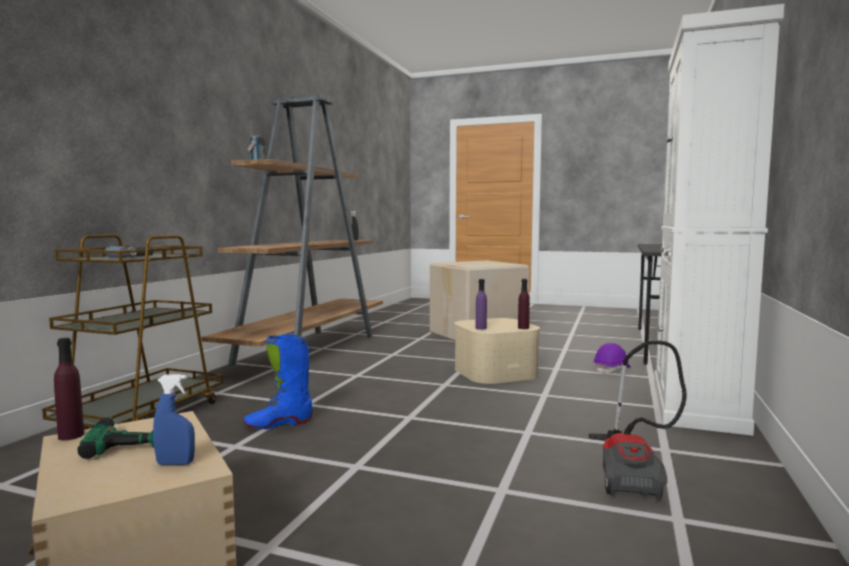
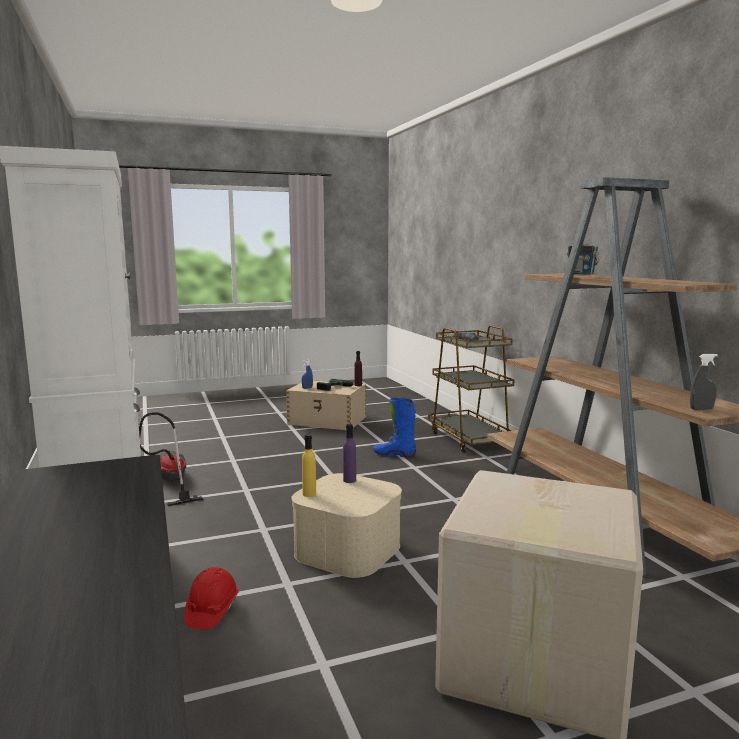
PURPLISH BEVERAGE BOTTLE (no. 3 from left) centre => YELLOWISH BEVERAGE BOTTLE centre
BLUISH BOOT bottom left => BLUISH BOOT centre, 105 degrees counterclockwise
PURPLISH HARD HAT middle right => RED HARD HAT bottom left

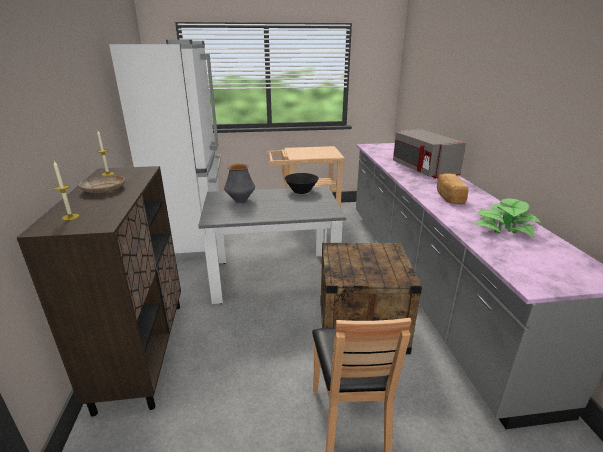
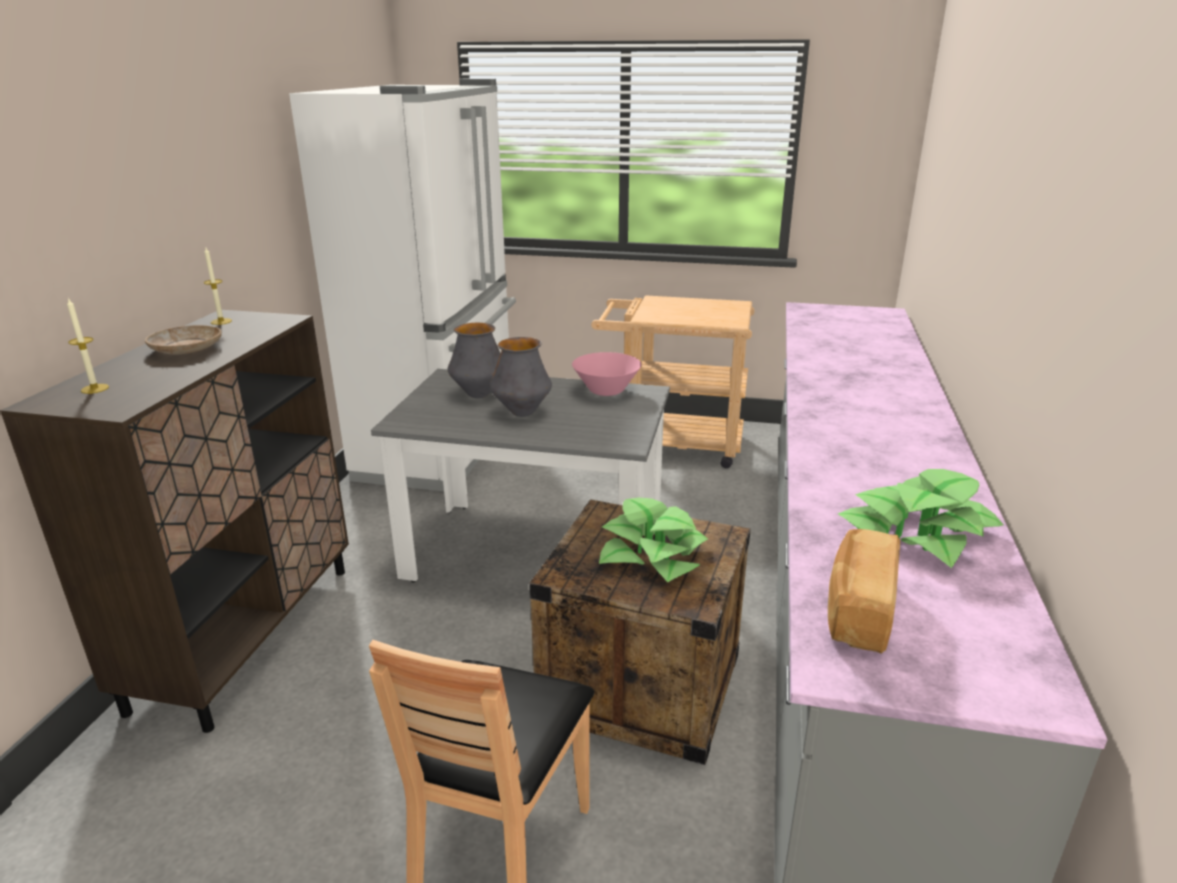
GRAY MICROWAVE OVEN middle right => nothing
BLACKISH SERVING BOWL centre => PINK-COLOURED SERVING BOWL centre
BREAD middle right => BREAD bottom right, shifted
nothing => DECORATIVE VASE (no. 2 from left) centre
nothing => HOUSEPLANT (no. 1 from left) centre

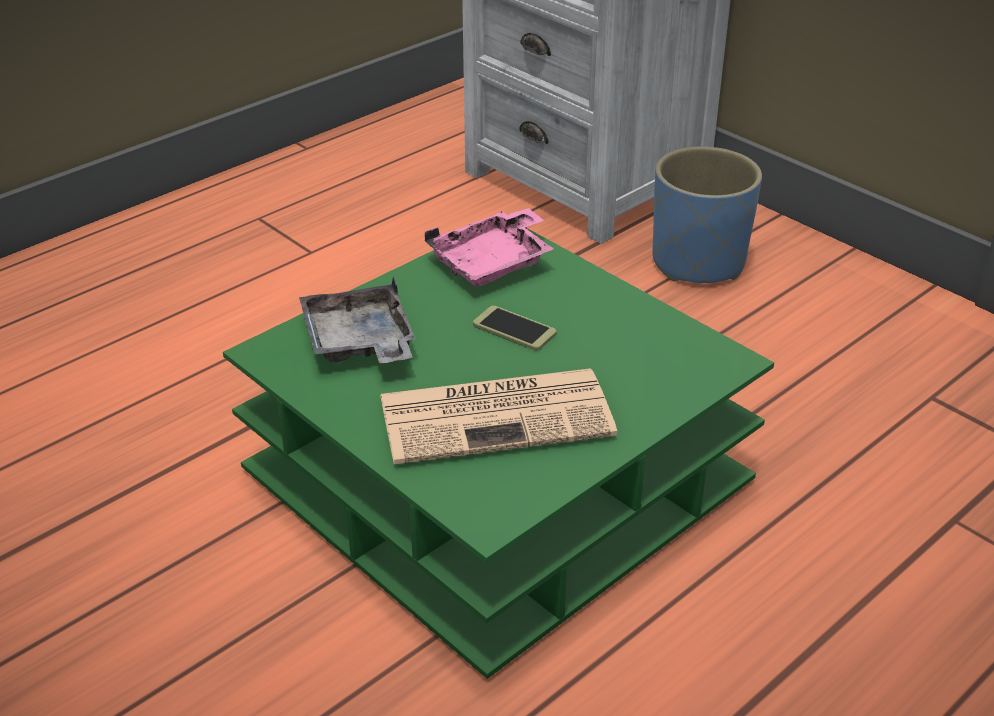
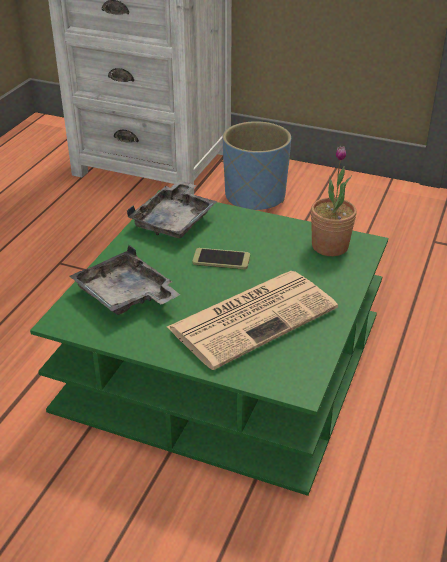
PINK-COLOURED CARRYING TRAY centre => GRAY CARRYING TRAY (no. 2 from left) centre
nothing => HOUSEPLANT middle right

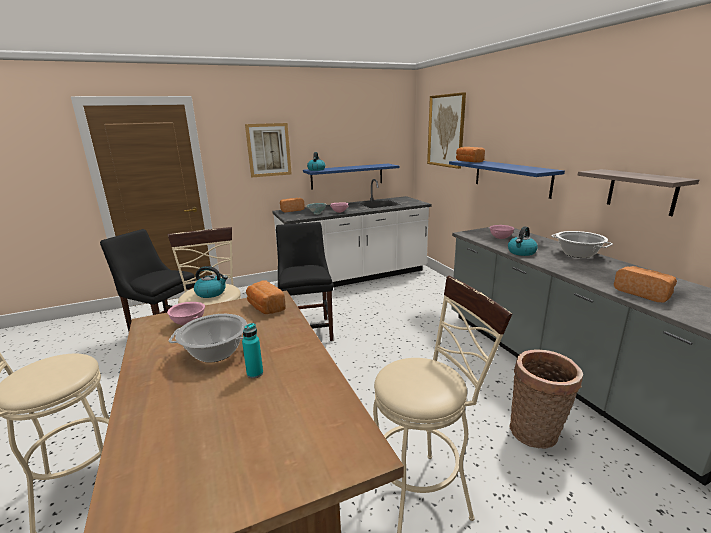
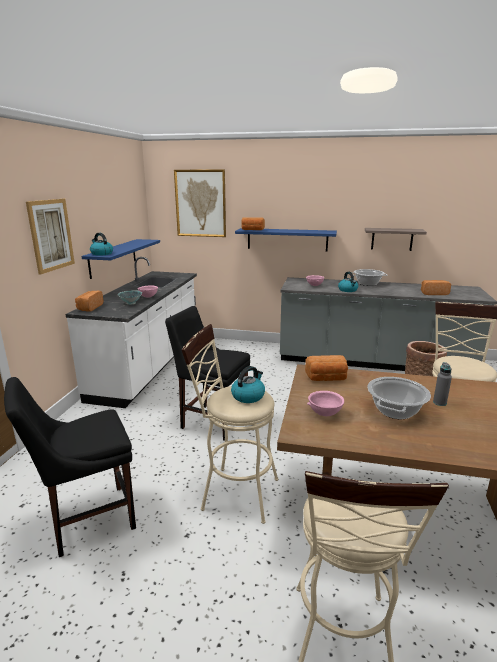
TURQUOISE BEVERAGE BOTTLE centre => GRAY BEVERAGE BOTTLE middle right

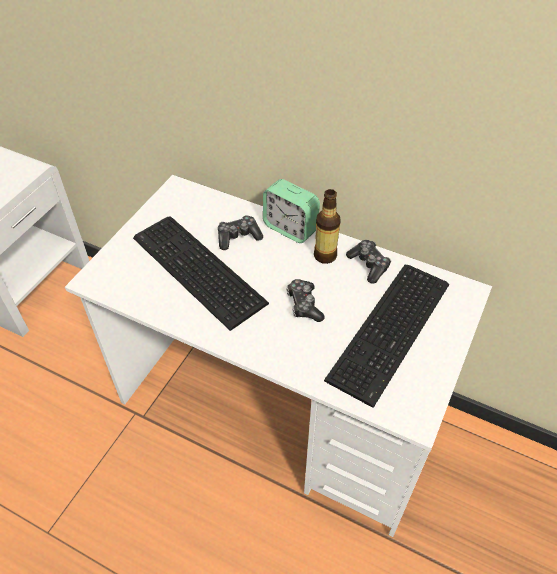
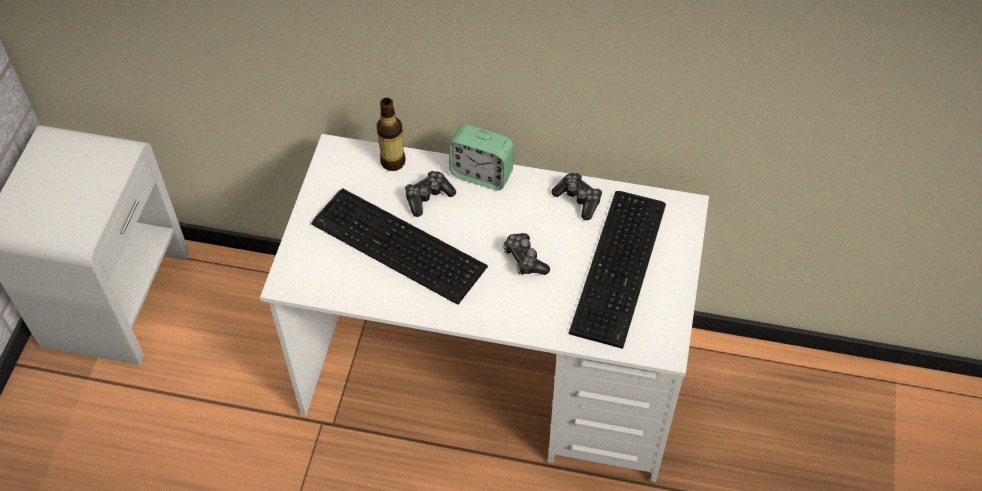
BEVERAGE BOTTLE centre => BEVERAGE BOTTLE top centre, shifted

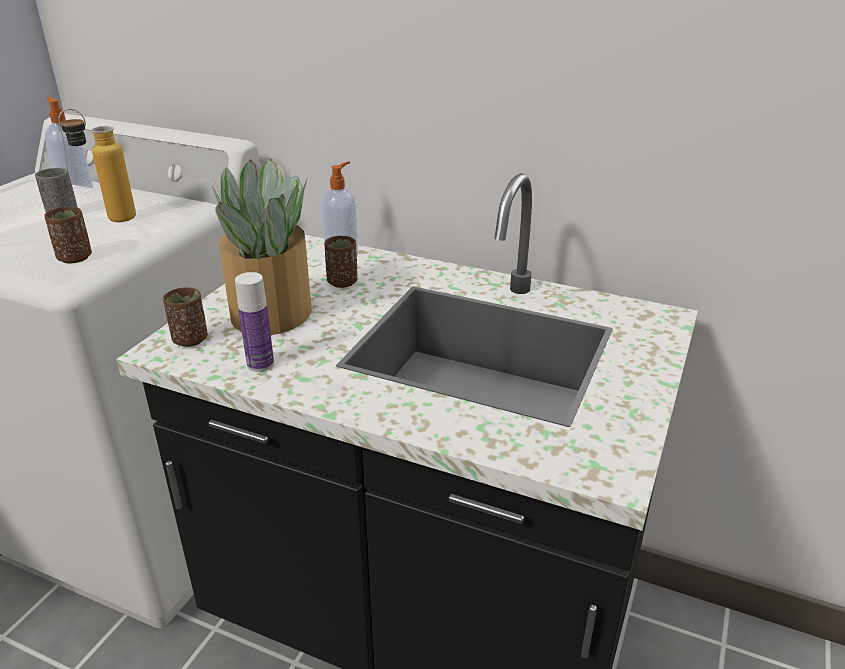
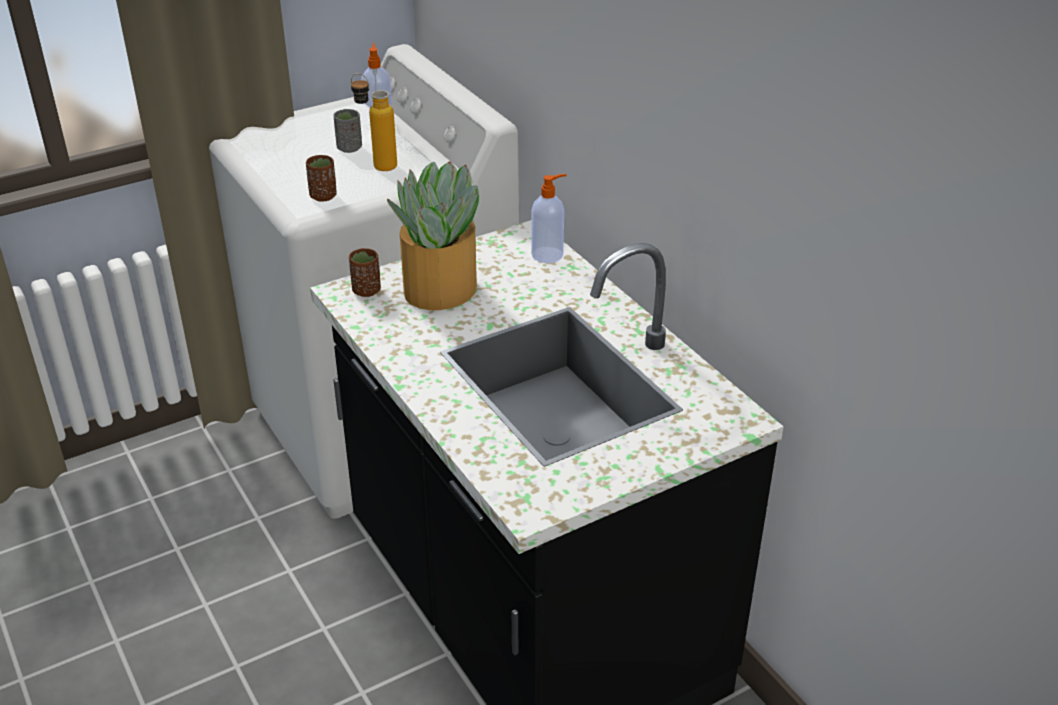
BROWN-COLOURED SMALL CUP (no. 3 from left) centre => nothing
BEVERAGE BOTTLE (no. 2 from left) middle left => nothing

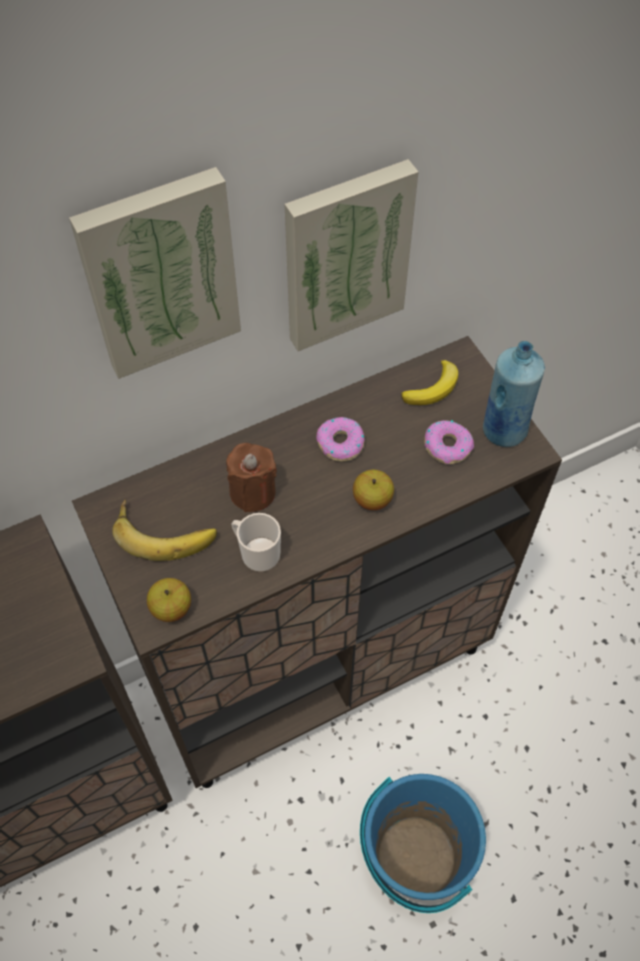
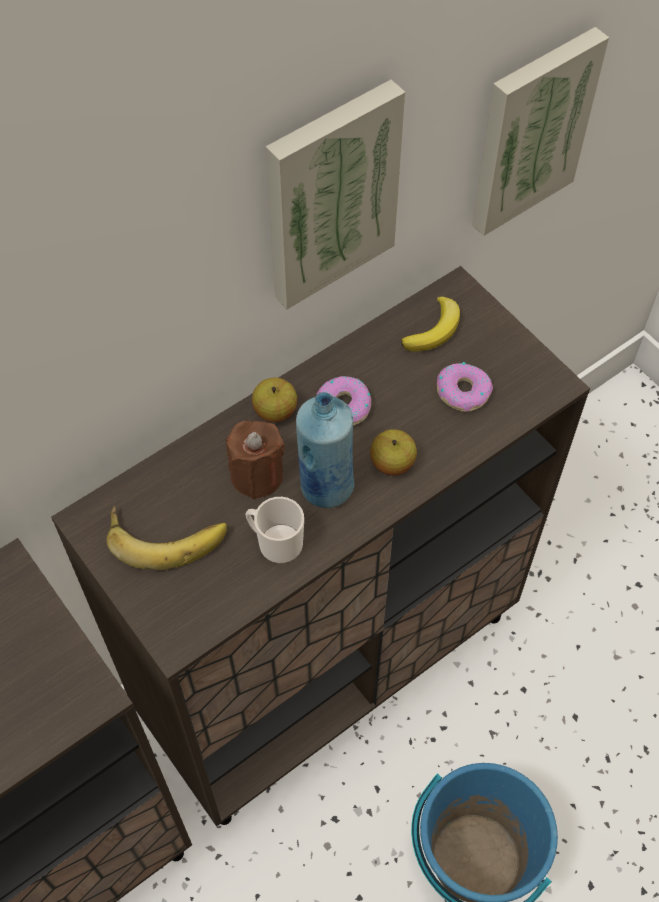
WALL ART (no. 1 from left in the first image) top left => WALL ART (no. 2 from left) top right, shifted
BLUISH BEVERAGE BOTTLE middle right => BLUISH BEVERAGE BOTTLE centre, shifted
APPLE (no. 1 from left) middle left => APPLE (no. 1 from left) centre, shifted

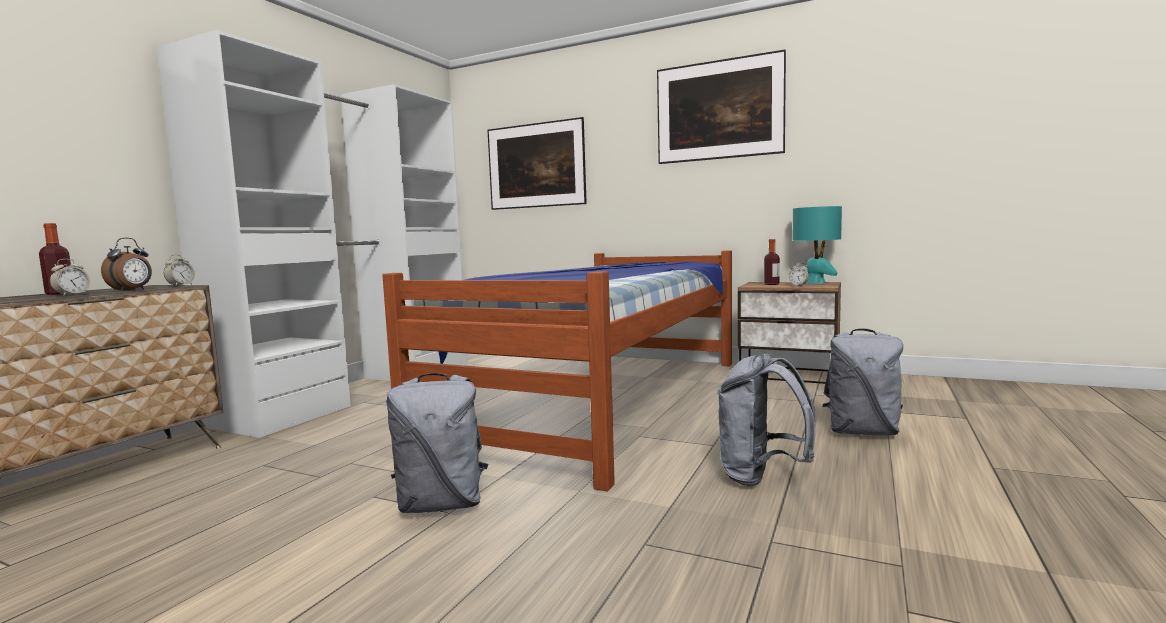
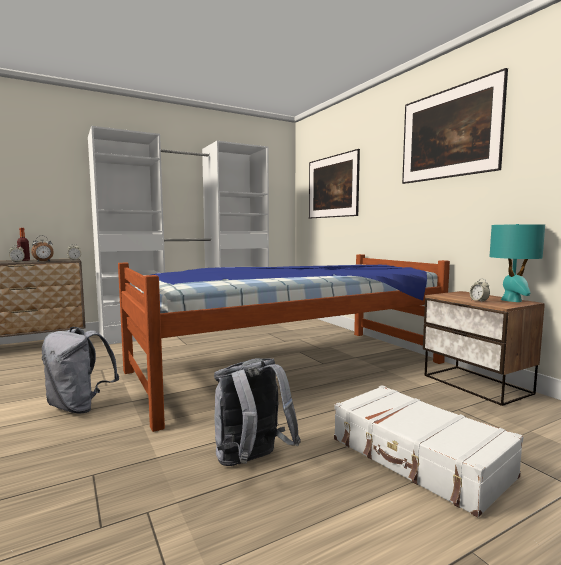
BEVERAGE BOTTLE (no. 2 from left) centre => nothing
GRAY KNAPSACK (no. 3 from left) middle right => WHITE SUITCASE bottom right

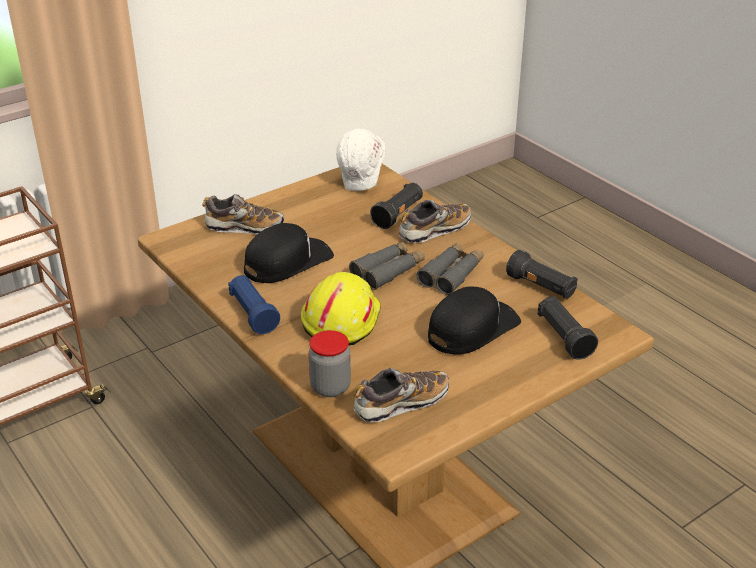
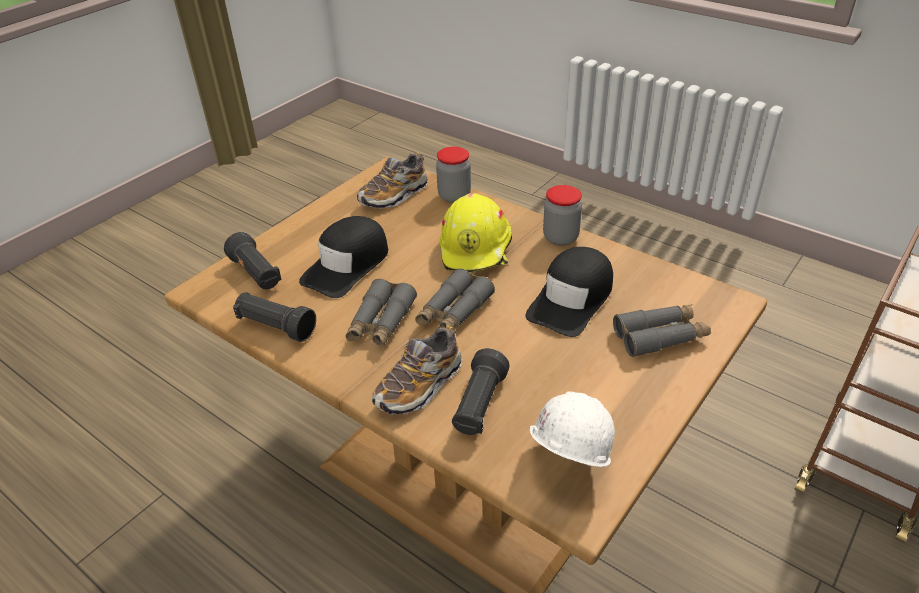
LOW SHOE (no. 1 from left) middle left => GRAY BINOCULARS (no. 3 from left) middle right
BLUISH HAND TORCH centre => PRESERVE JAR (no. 2 from left) centre

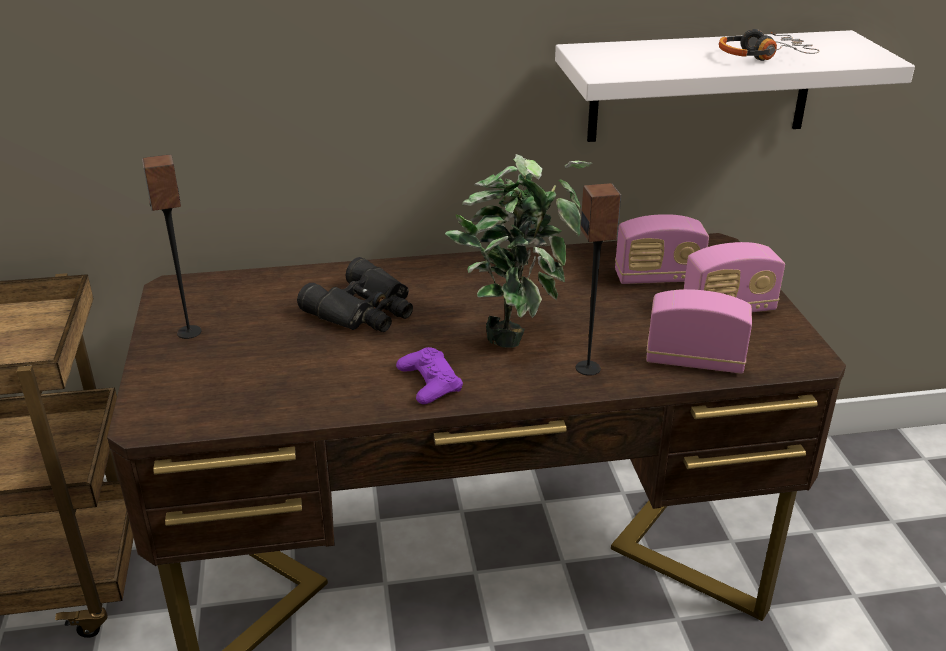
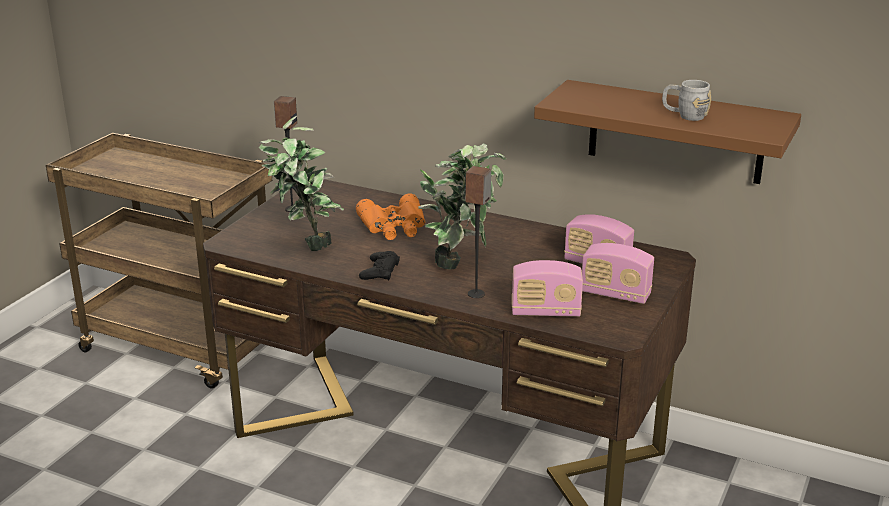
HEADSET top right => GRAY COFFEE MUG top right
WHITE SHELF top right => BROWN-COLOURED SHELF top right
BLACKISH BINOCULARS centre => ORANGE BINOCULARS centre
RADIO SET (no. 2 from left in the first image) middle right => RADIO SET (no. 1 from left) centre, 135 degrees clockwise
PURPLISH JOYPAD centre => BLACKISH JOYPAD centre
nothing => HOUSEPLANT (no. 1 from left) centre

